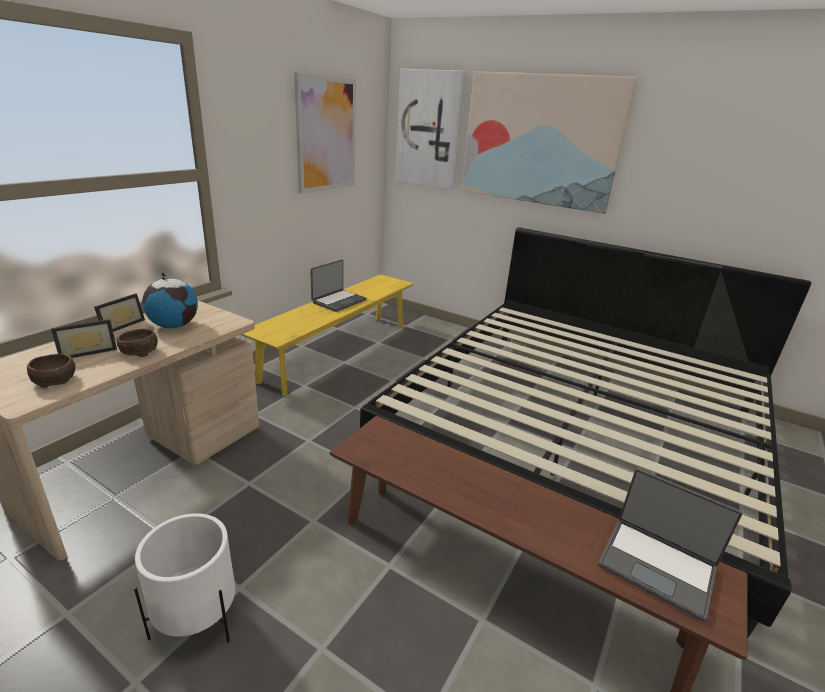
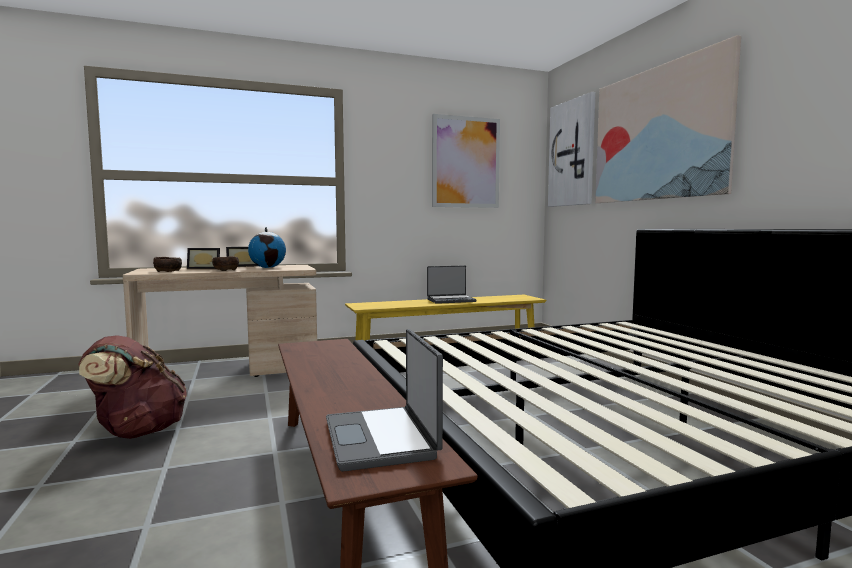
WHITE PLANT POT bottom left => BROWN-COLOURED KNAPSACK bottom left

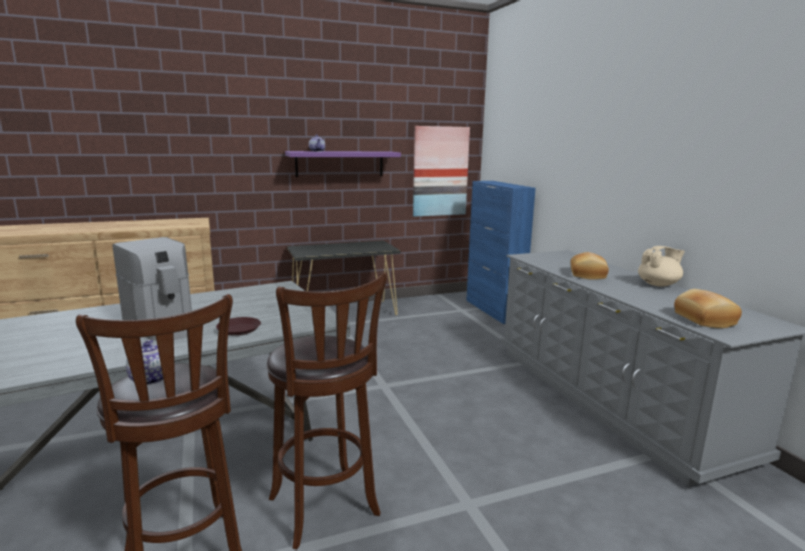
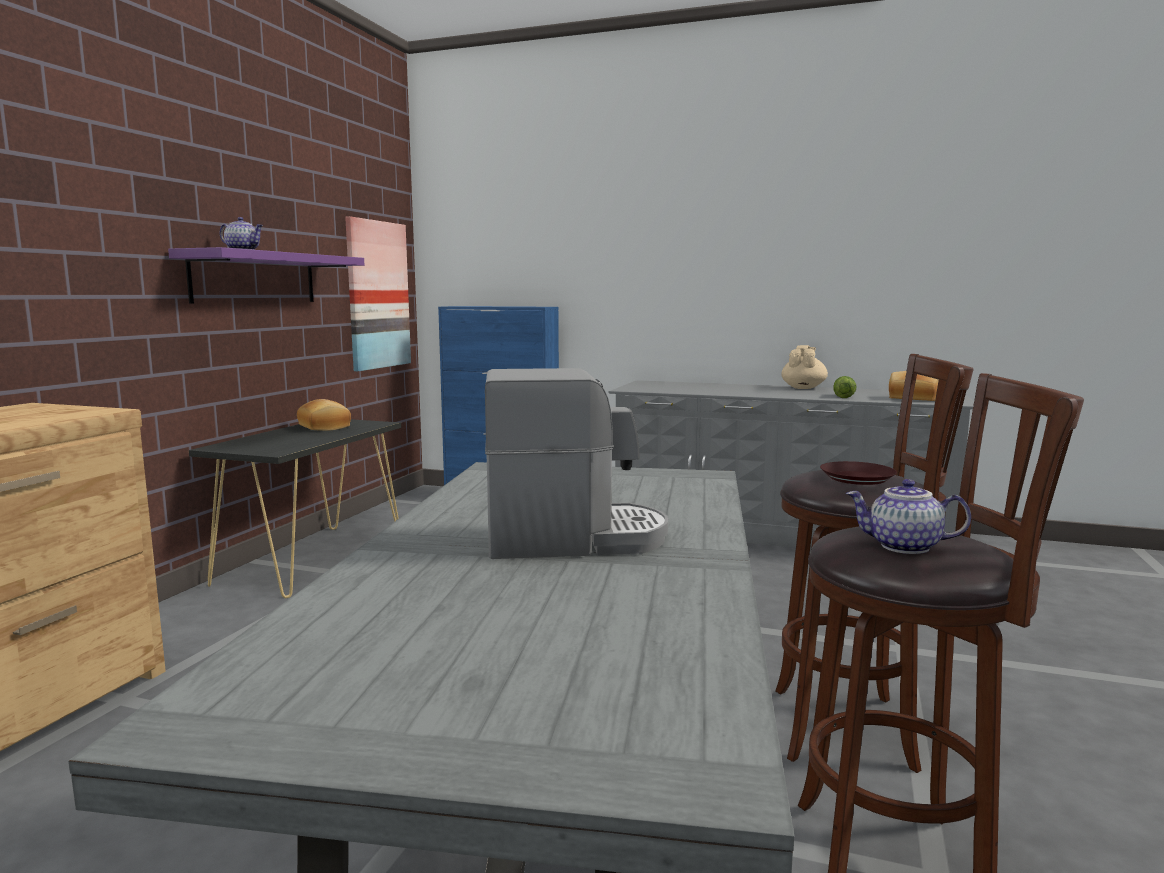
BREAD (no. 1 from left) middle right => BREAD (no. 1 from left) middle left, shifted
BROWN-COLOURED DINNER PLATE middle left => BROWN-COLOURED DINNER PLATE middle right, shifted
nothing => LETTUCE HEAD middle right

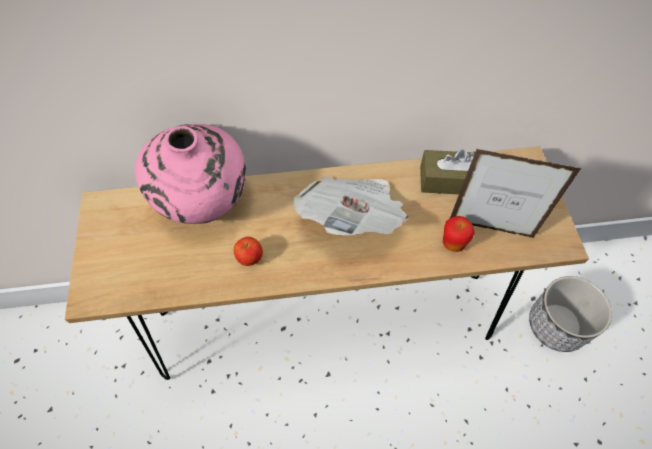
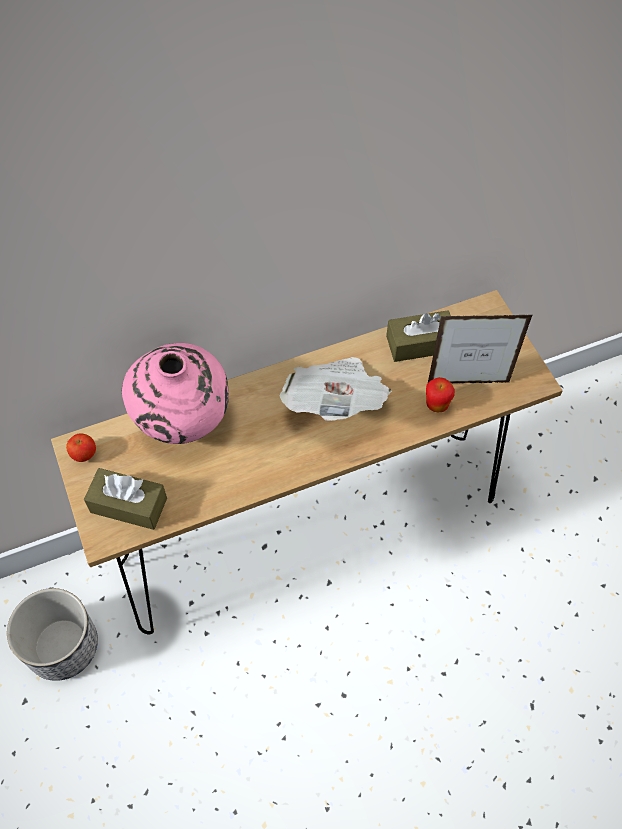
APPLE (no. 1 from left) centre => APPLE (no. 1 from left) middle left, shifted
PLANT POT bottom right => PLANT POT bottom left, shifted
nothing => BROWN-COLOURED TISSUE HOLDER (no. 1 from left) middle left

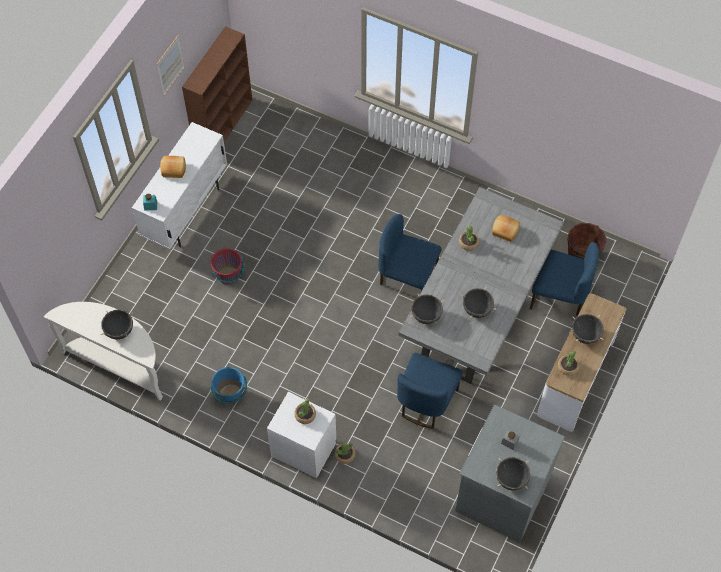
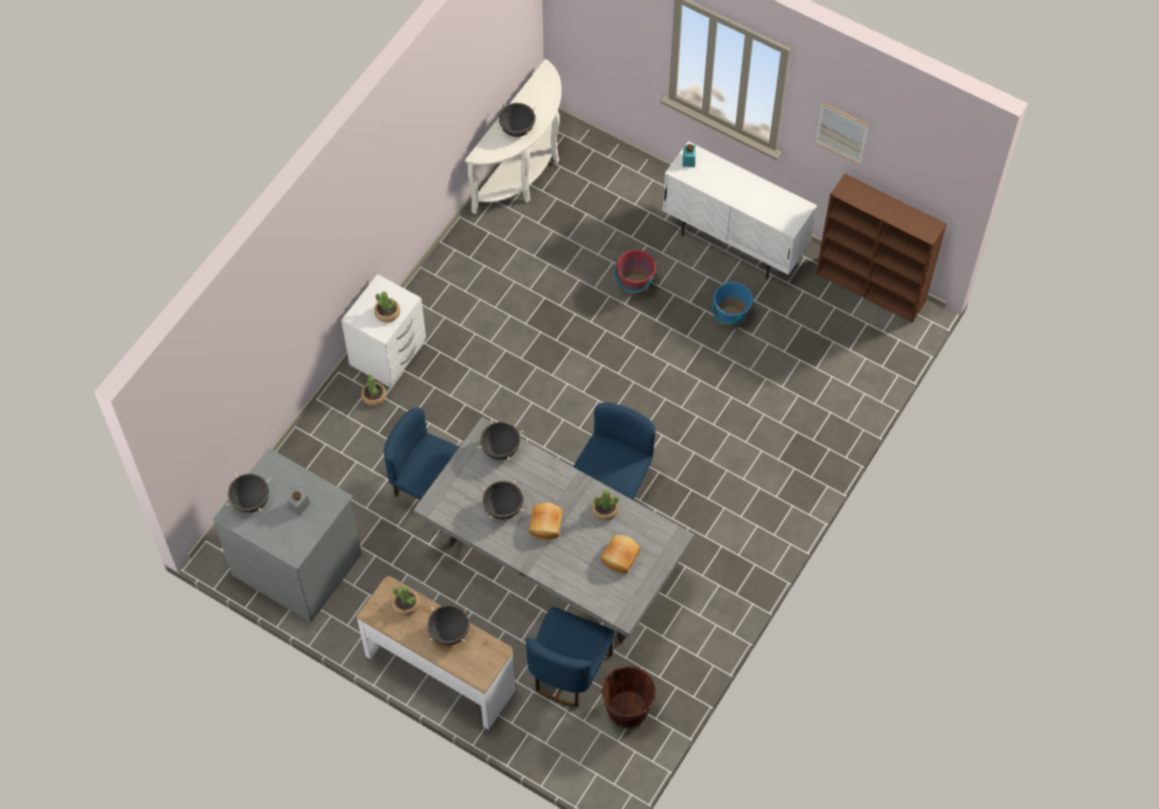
BREAD (no. 1 from left) top left => BREAD (no. 1 from left) centre, shifted
BLUISH WATER BUCKET bottom left => BLUISH WATER BUCKET centre, shifted

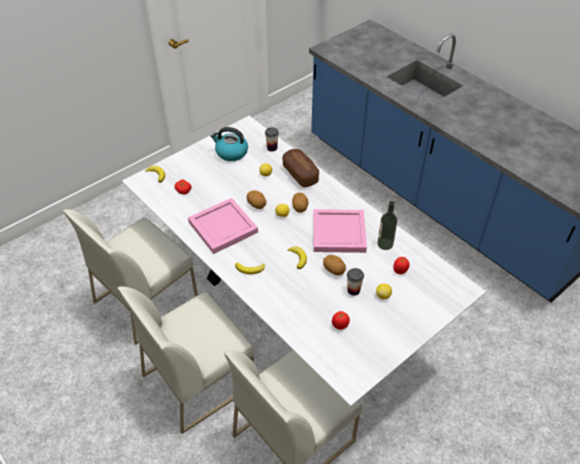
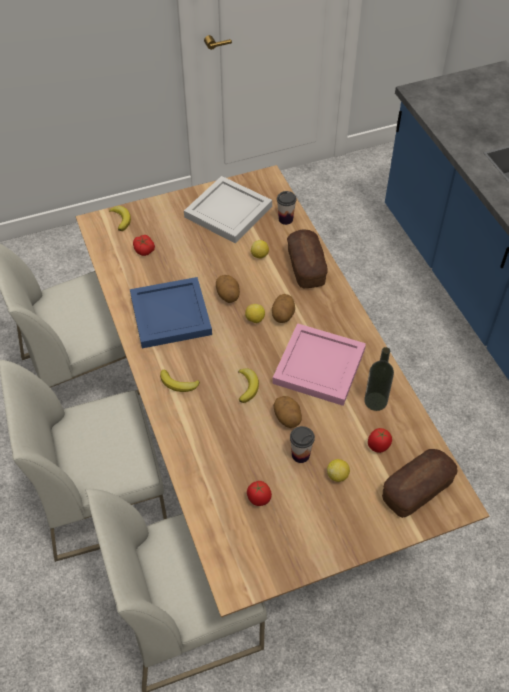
WHITE DINNER TABLE centre => BROWN-COLOURED DINNER TABLE centre
KETTLE top centre => WHITE CARRYING TRAY top centre
PINK-COLOURED CARRYING TRAY (no. 1 from left) centre => BLUISH CARRYING TRAY centre
nothing => BREAD (no. 2 from left) bottom right

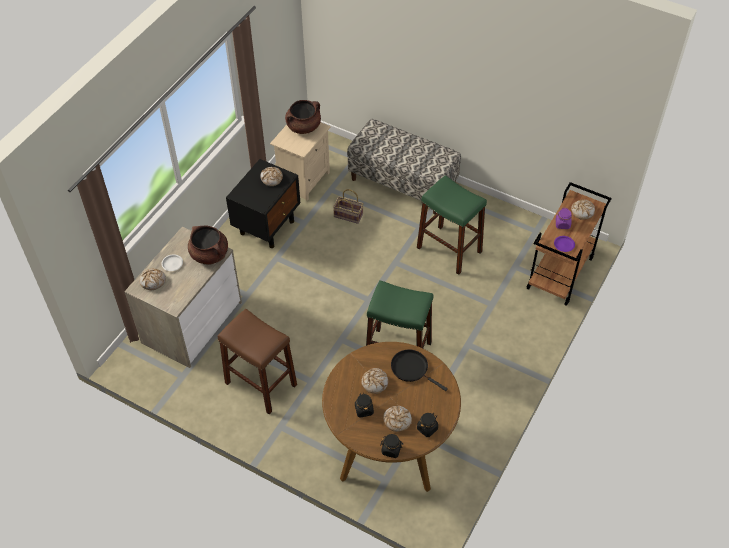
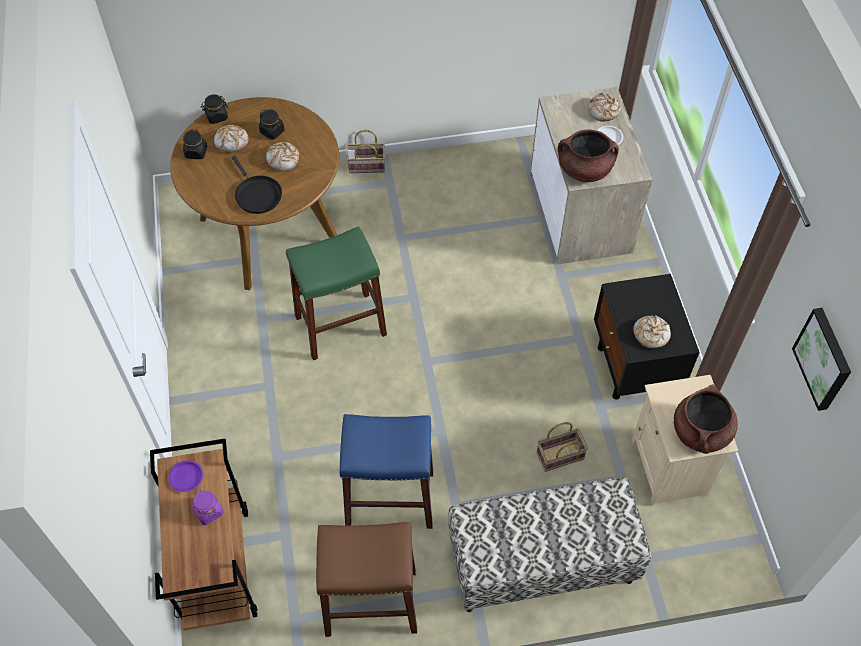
GREENISH STOOL SEAT (no. 2 from left) centre => BLUISH STOOL SEAT bottom centre
BREAD (no. 5 from left) middle right => nothing
BROWN-COLOURED STOOL SEAT centre => BROWN-COLOURED STOOL SEAT bottom centre, shifted
BLACKISH PAN bottom centre => BLACKISH PAN top left, 60 degrees clockwise
nothing => BASKET (no. 1 from left) top centre
nothing => WALL ART middle right

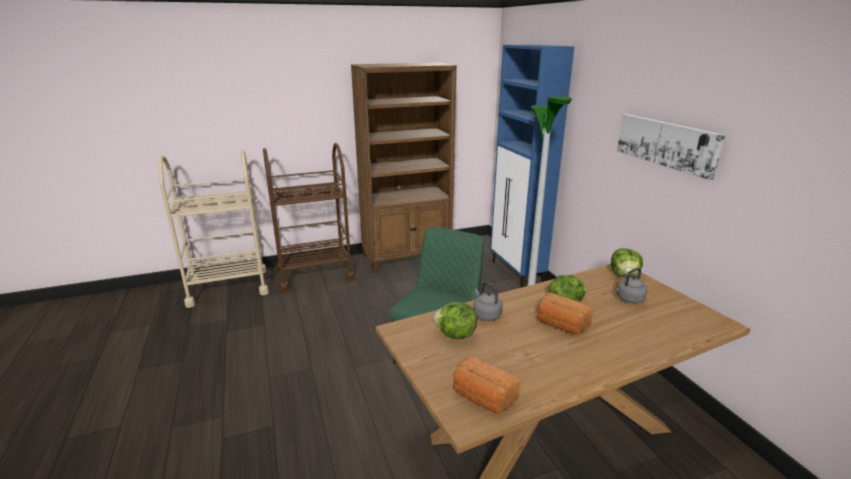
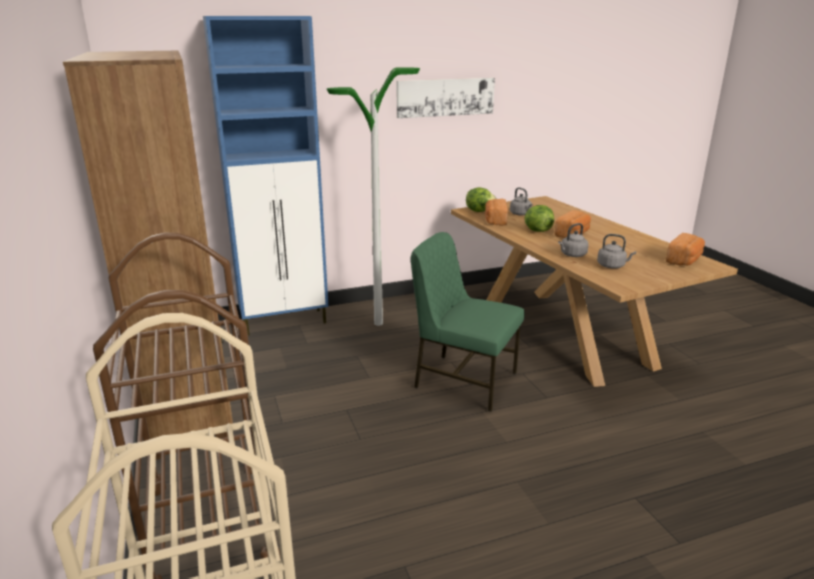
LETTUCE HEAD (no. 1 from left) bottom centre => GRAY KETTLE (no. 3 from left) middle right
nothing => BREAD (no. 1 from left) centre

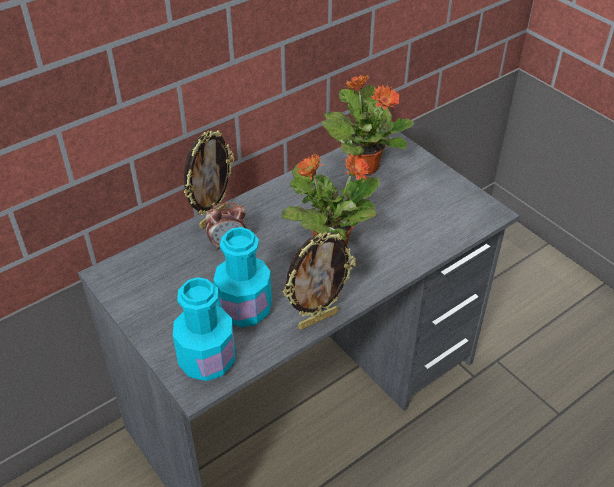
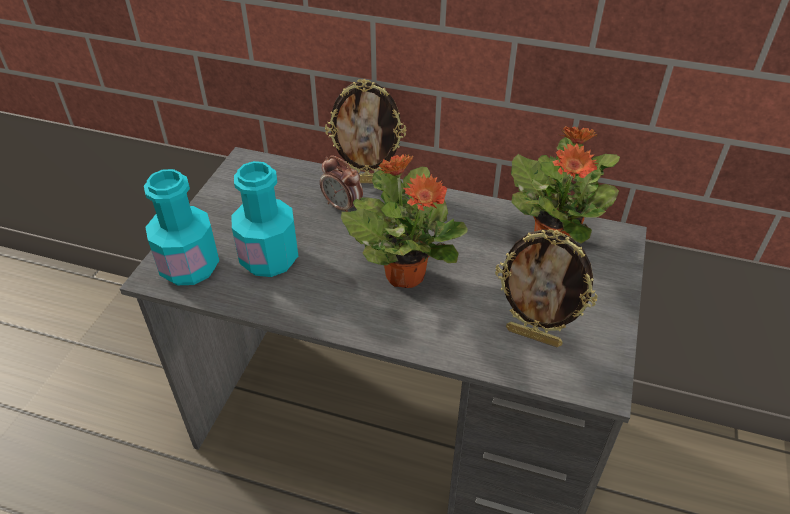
PICTURE FRAME (no. 2 from left) centre => PICTURE FRAME (no. 2 from left) middle right, shifted

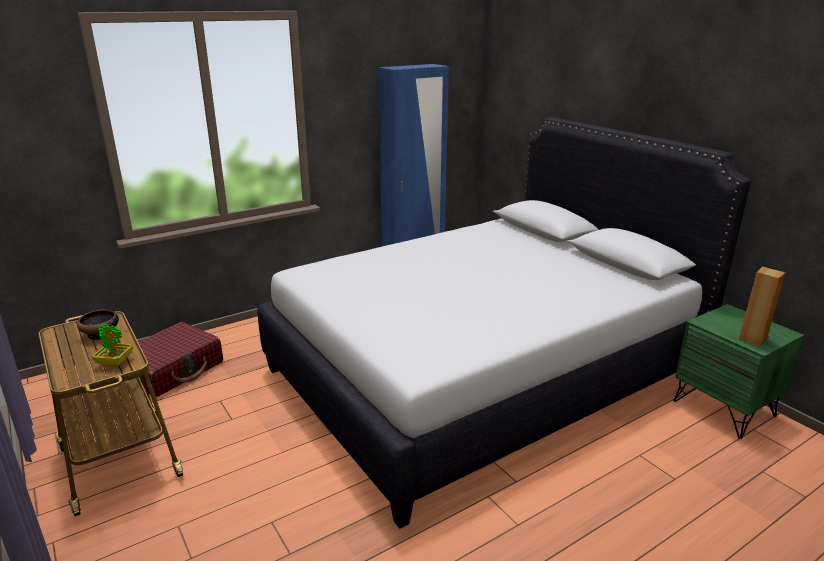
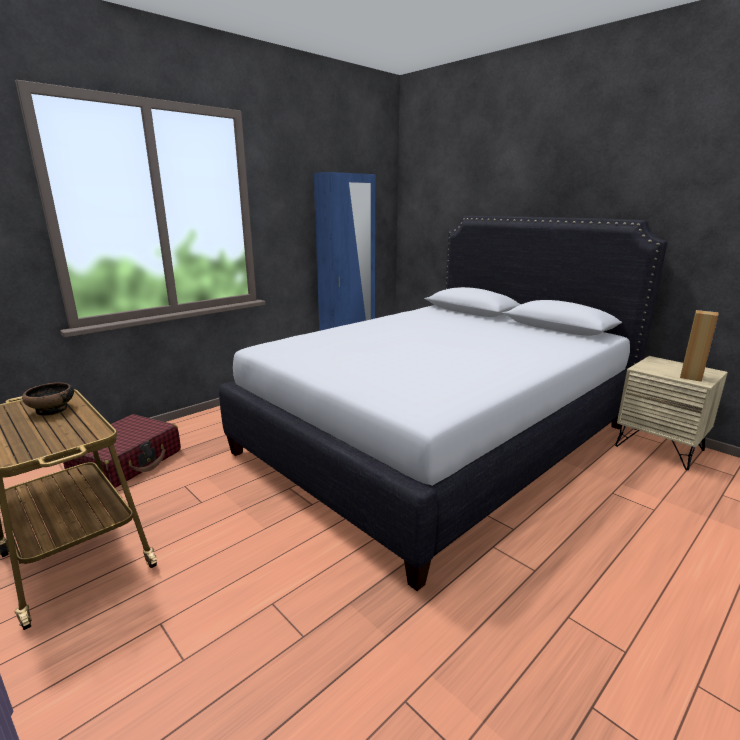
GREENISH NIGHTSTAND middle right => BEIGE NIGHTSTAND middle right
HOUSEPLANT middle left => nothing

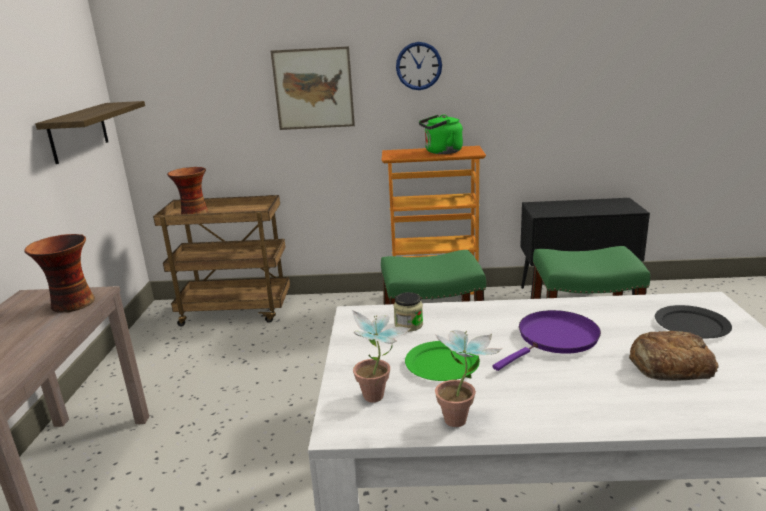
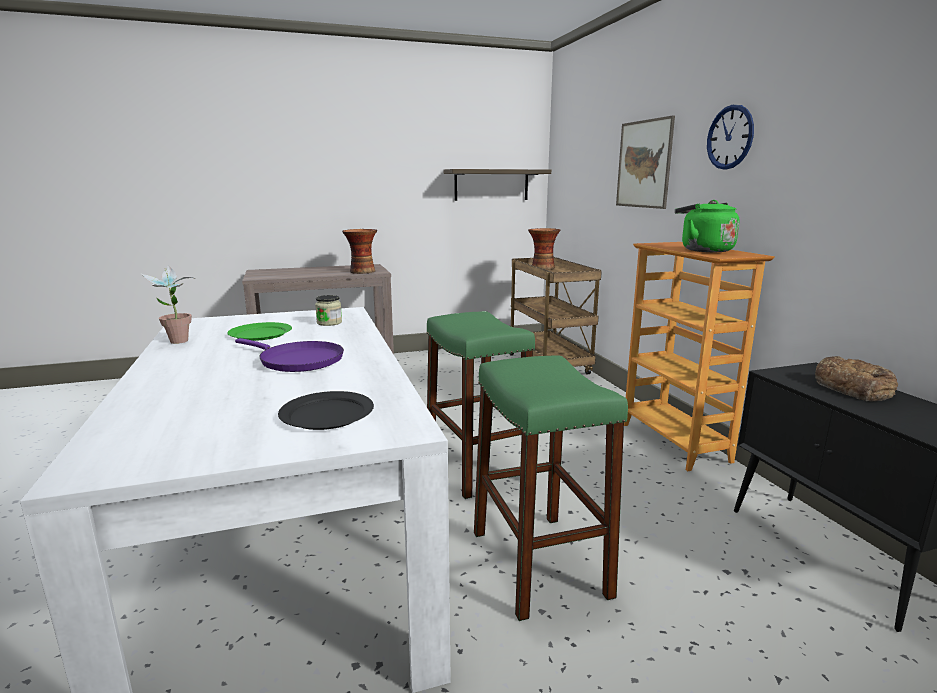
HOUSEPLANT (no. 1 from left) bottom centre => nothing
BREAD bottom right => BREAD middle right, shifted

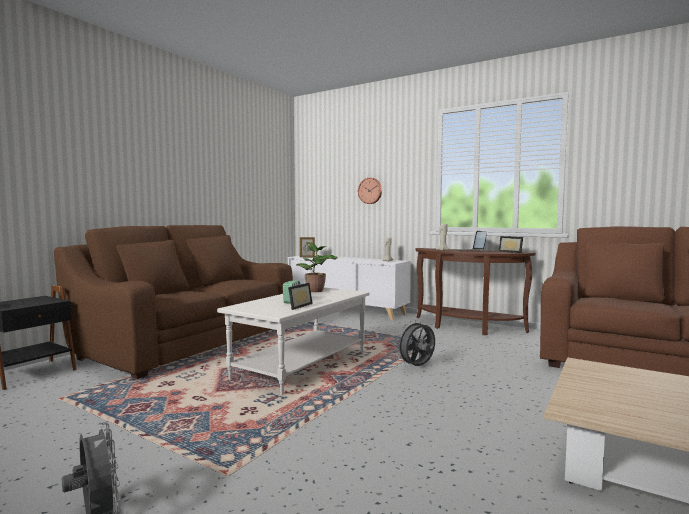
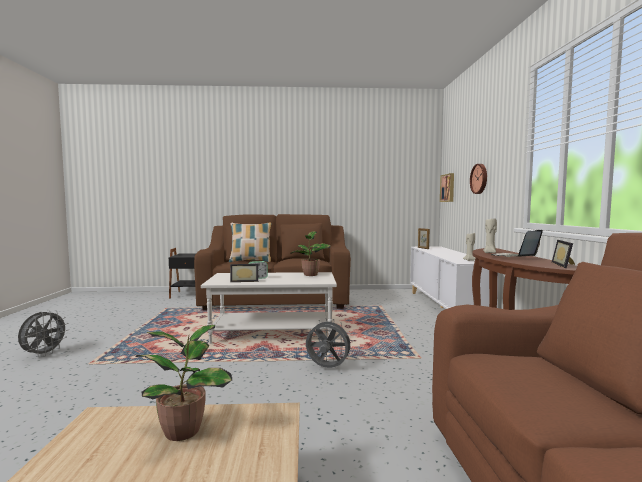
nothing => WALL ART middle right
nothing => THROW PILLOW centre
nothing => HOUSEPLANT (no. 1 from left) bottom left

